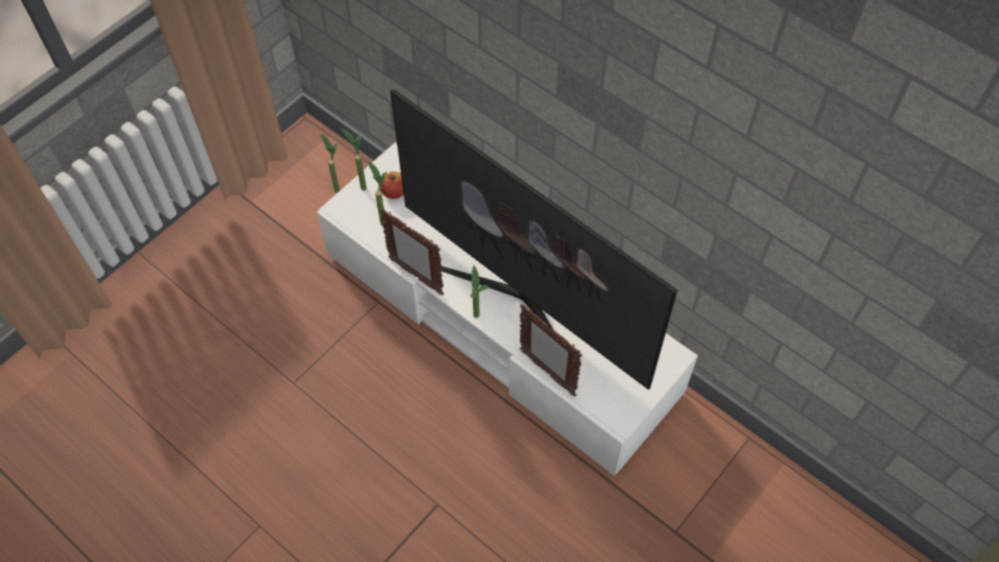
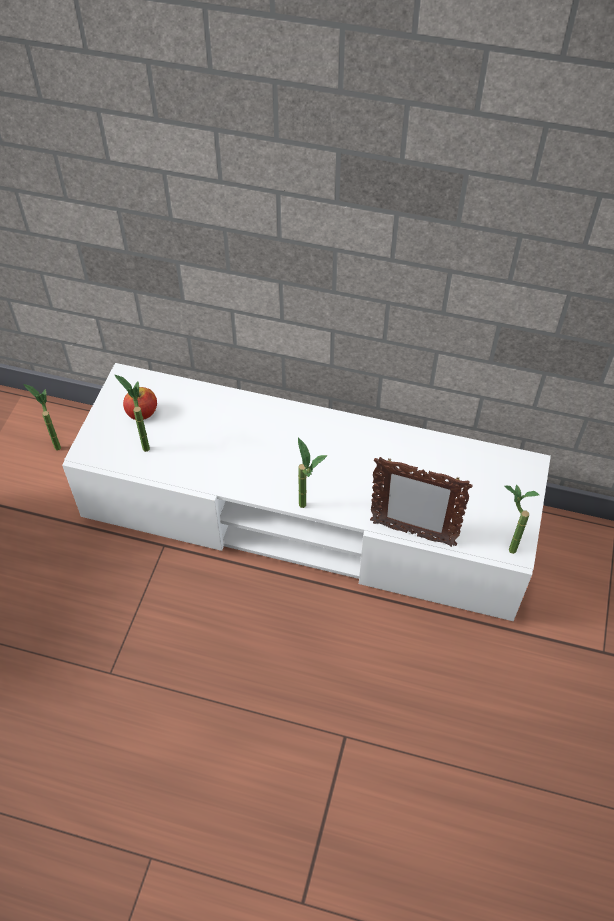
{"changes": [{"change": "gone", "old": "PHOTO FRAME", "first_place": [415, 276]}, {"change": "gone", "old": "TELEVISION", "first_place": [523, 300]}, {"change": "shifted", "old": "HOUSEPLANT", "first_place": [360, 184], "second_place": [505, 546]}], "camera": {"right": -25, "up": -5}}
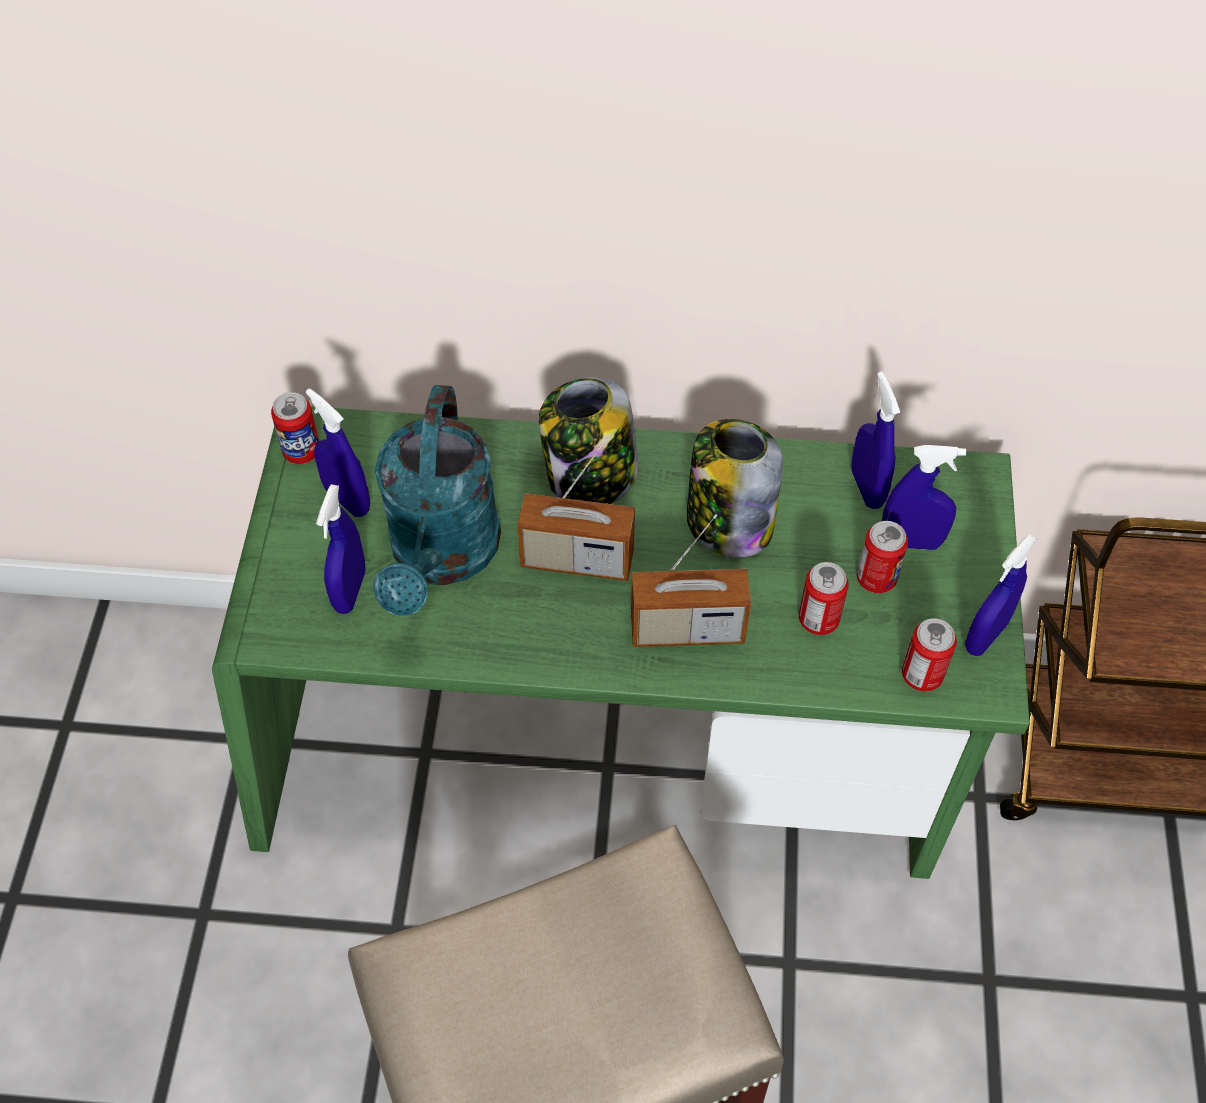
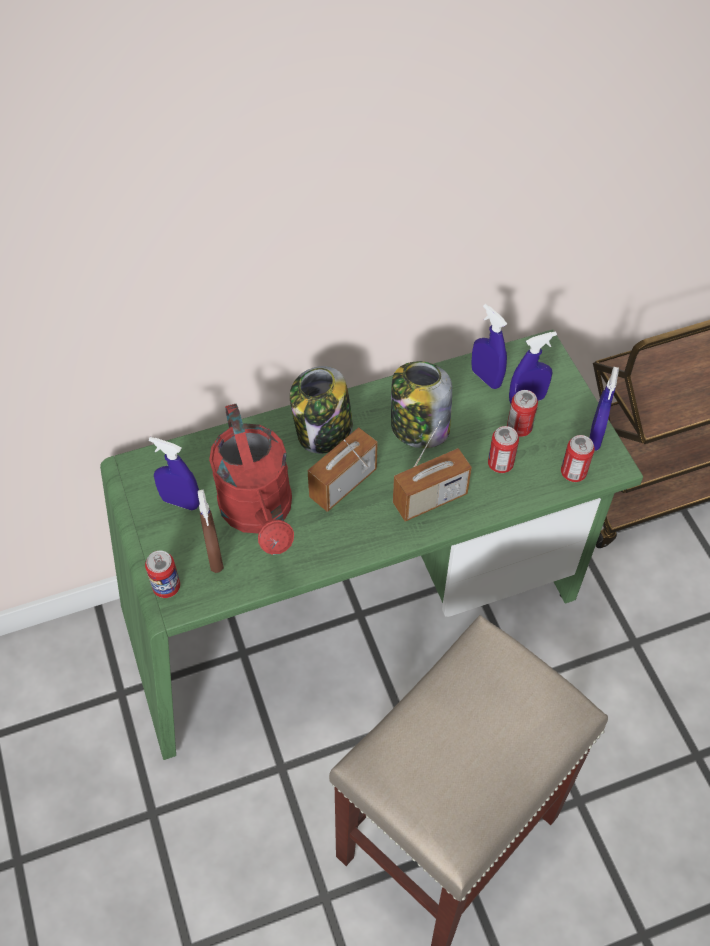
{"changes": [{"change": "shifted", "old": "CAN", "first_place": [301, 451], "second_place": [166, 587]}, {"change": "repainted", "old": "BLUE-COLOURED SPRAYER", "new": "BROWNISH SPRAYER", "first_place": [350, 591], "second_place": [214, 556]}, {"change": "repainted", "old": "BLUE-GREEN WATERING POT", "new": "REDDISH WATERING POT", "first_place": [441, 557], "second_place": [260, 514]}, {"change": "rotated", "old": "RADIO", "first_place": [577, 560], "second_place": [343, 484], "degrees": 150}], "camera": {"right": -25, "up": 0}}
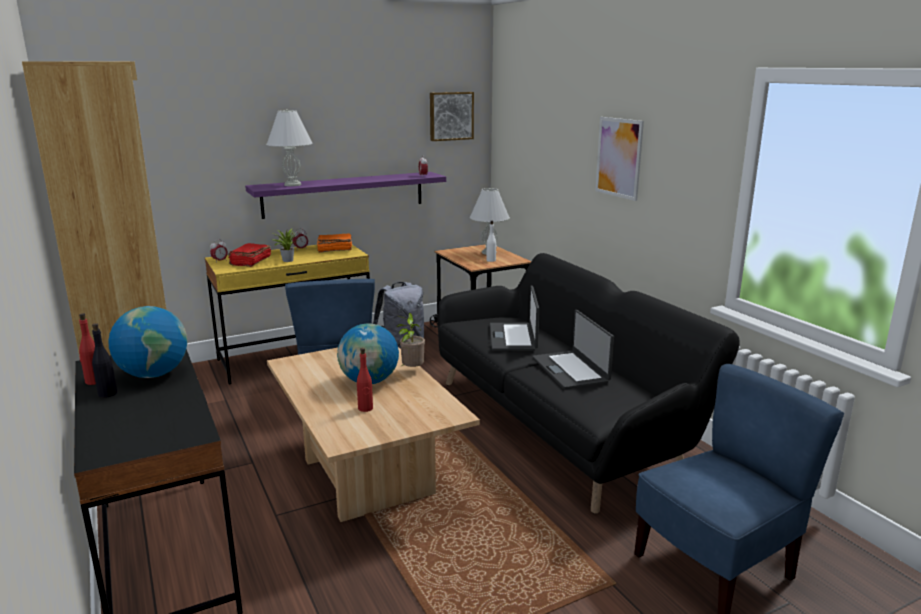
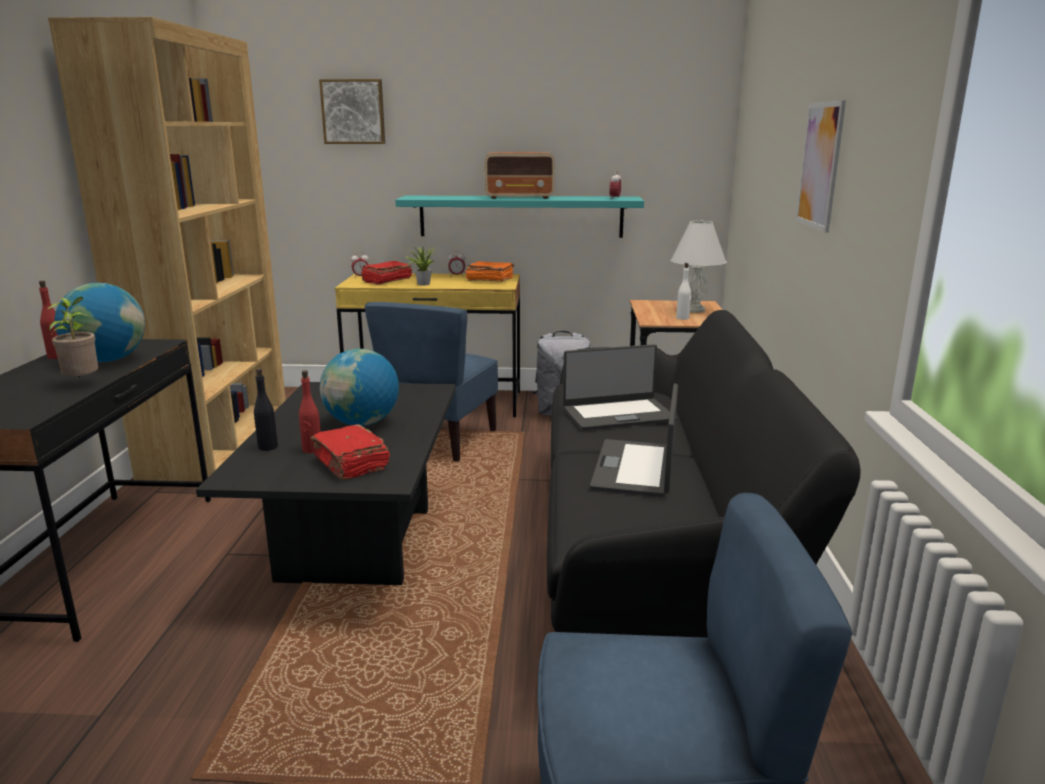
{"changes": [{"change": "gone", "old": "WHITE-COLOURED LAMP FOR A TABLE", "first_place": [293, 185]}, {"change": "new", "new": "REDDISH BOUND BOOK", "second_place": [351, 464]}, {"change": "new", "new": "RADIO", "second_place": [520, 197]}, {"change": "shifted", "old": "BLACK-COLOURED BOTTLE", "first_place": [107, 394], "second_place": [268, 447]}, {"change": "shifted", "old": "HOUSEPLANT", "first_place": [411, 370], "second_place": [83, 383]}, {"change": "shifted", "old": "PICTURE", "first_place": [450, 116], "second_place": [353, 112]}, {"change": "repainted", "old": "PURPLE-COLOURED SHELF", "new": "BLUE-GREEN SHELF", "first_place": [344, 194], "second_place": [521, 216]}, {"change": "repainted", "old": "BEIGE LOUNGE TABLE", "new": "BLACK-COLOURED LOUNGE TABLE", "first_place": [368, 476], "second_place": [357, 543]}, {"change": "rotated", "old": "PORTABLE COMPUTER", "first_place": [514, 337], "second_place": [618, 414], "degrees": -135}], "camera": {"right": 30, "up": 0}}
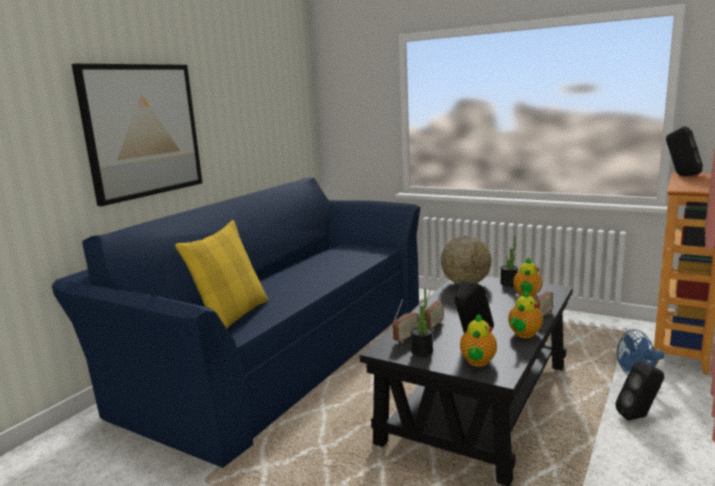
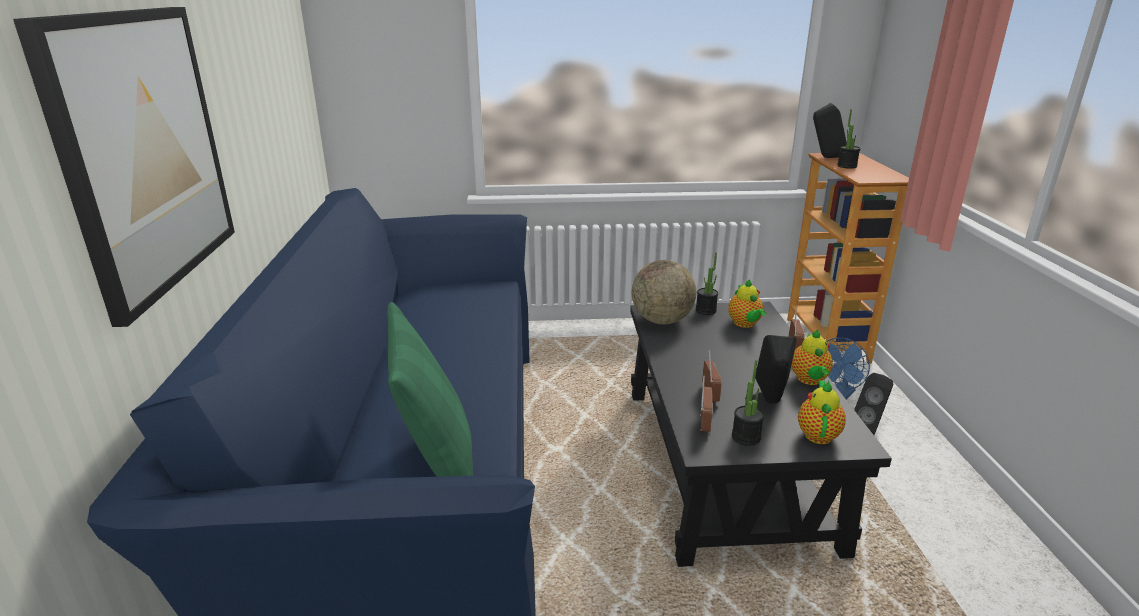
{"changes": [{"change": "new", "new": "HOUSEPLANT", "second_place": [847, 166]}, {"change": "repainted", "old": "YELLOW-COLOURED CUSHION", "new": "GREEN CUSHION", "first_place": [232, 317], "second_place": [437, 460]}, {"change": "rotated", "old": "POT FOR TEA", "first_place": [477, 362], "second_place": [818, 433], "degrees": -150}], "camera": {"right": -35, "up": 10}}
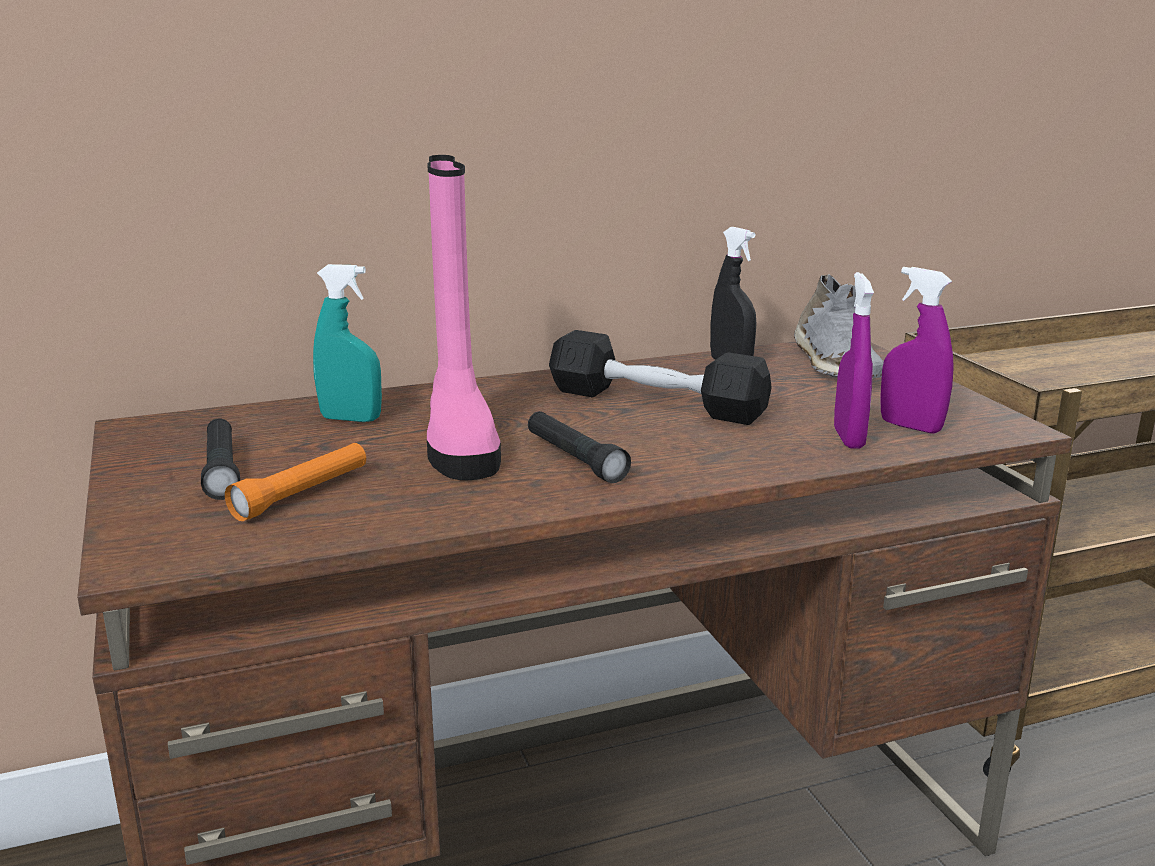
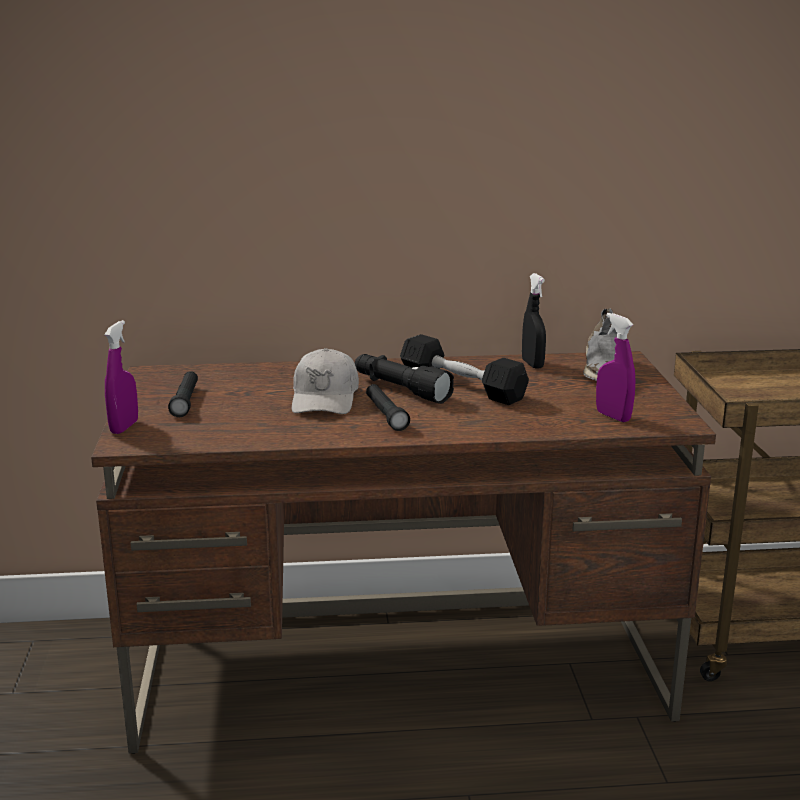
{"changes": [{"change": "gone", "old": "ORANGEY HAND TORCH", "first_place": [301, 494]}, {"change": "gone", "old": "BLUE-GREEN SPRAYER", "first_place": [351, 419]}, {"change": "new", "new": "BLACK-COLOURED HAND TORCH", "second_place": [400, 389]}, {"change": "shifted", "old": "PURPLE-COLOURED SPRAYER", "first_place": [848, 438], "second_place": [124, 427]}, {"change": "swapped", "old": "PINK-COLOURED BOOT", "new": "WHITE-COLOURED CAP", "first_place": [459, 442], "second_place": [325, 398]}], "camera": {"right": 15, "up": 0}}
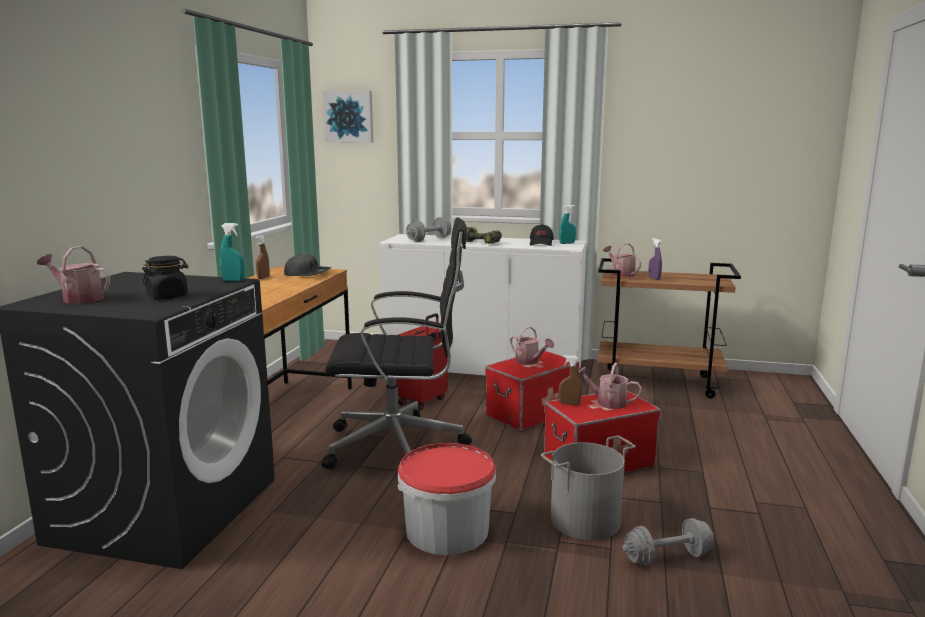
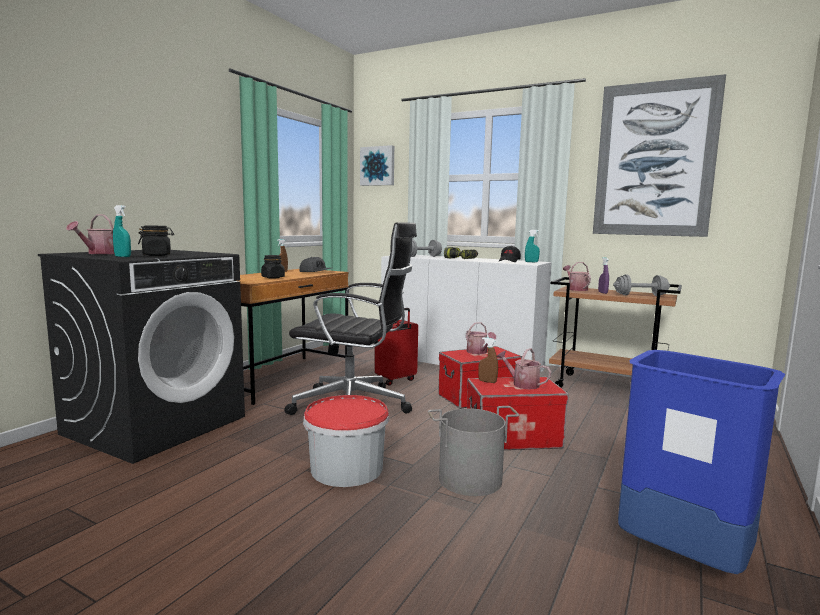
{"changes": [{"change": "new", "new": "BLACK-COLOURED STORAGE JAR", "second_place": [273, 277]}, {"change": "new", "new": "PICTURE", "second_place": [654, 160]}, {"change": "new", "new": "BLUE-COLOURED WASTE BIN", "second_place": [681, 557]}, {"change": "shifted", "old": "BLUE-GREEN SPRAYER", "first_place": [233, 281], "second_place": [123, 257]}, {"change": "shifted", "old": "GRAY HAND WEIGHT", "first_place": [667, 557], "second_place": [640, 295]}, {"change": "rotated", "old": "WATERING POT", "first_place": [78, 298], "second_place": [99, 253], "degrees": -105}], "camera": {"right": 15, "up": -5}}
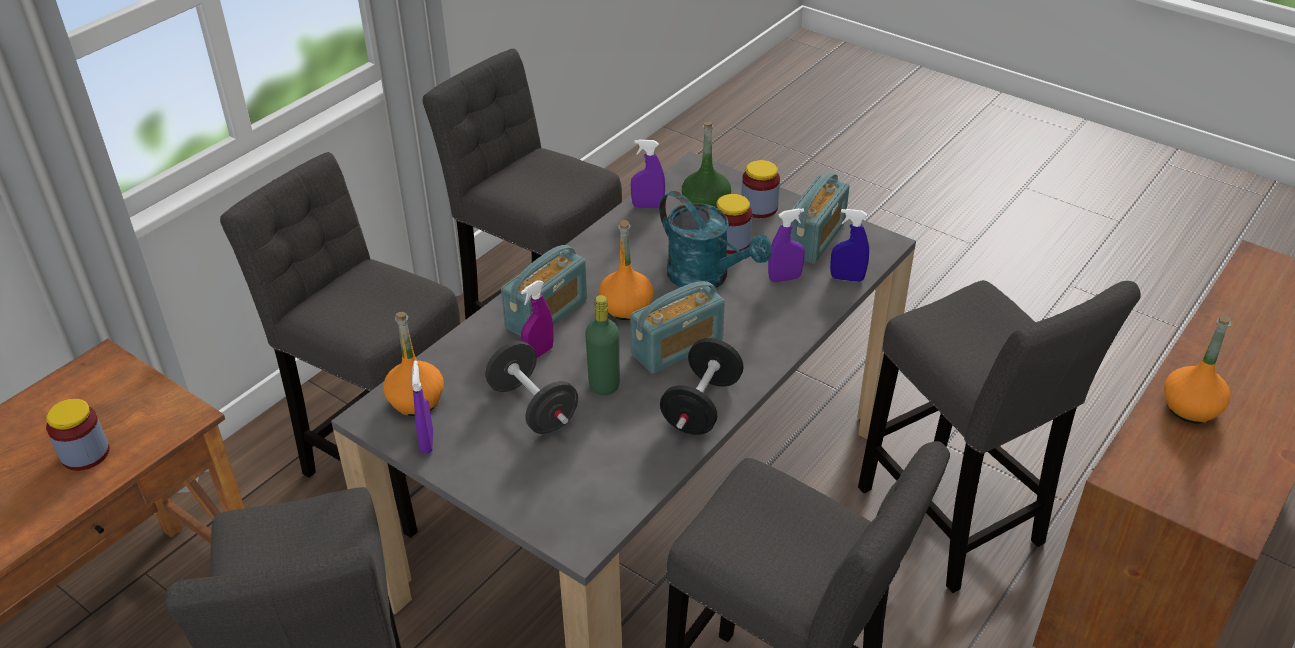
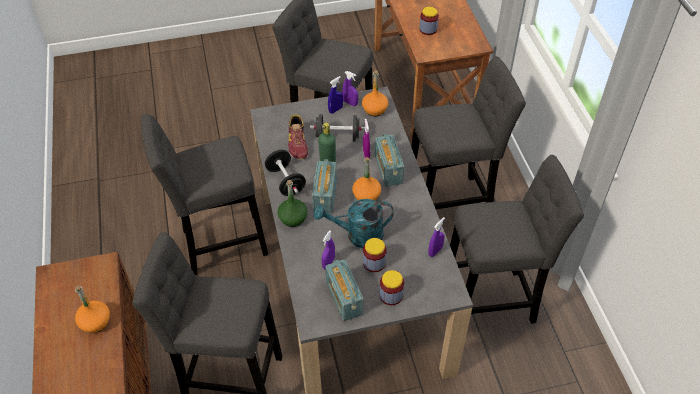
{"changes": [{"change": "new", "new": "ITEM OF FOOTWEAR", "second_place": [298, 143]}, {"change": "shifted", "old": "GREEN BOTTLE", "first_place": [705, 204], "second_place": [293, 218]}, {"change": "shifted", "old": "BLUE-COLOURED SPRAYER", "first_place": [847, 278], "second_place": [335, 110]}], "camera": {"right": 130, "up": 10}}
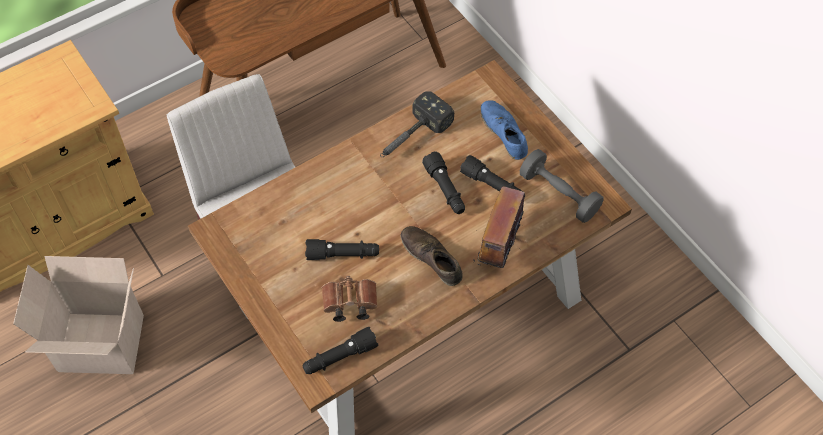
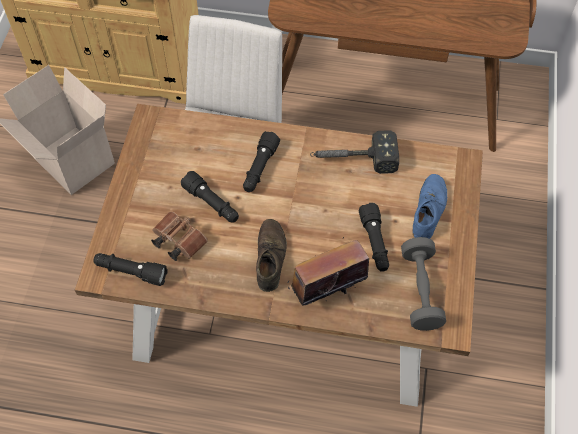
{"changes": [{"change": "shifted", "old": "BLACK-COLOURED HAND TORCH", "first_place": [445, 189], "second_place": [260, 168]}], "camera": {"right": 45, "up": 0}}
